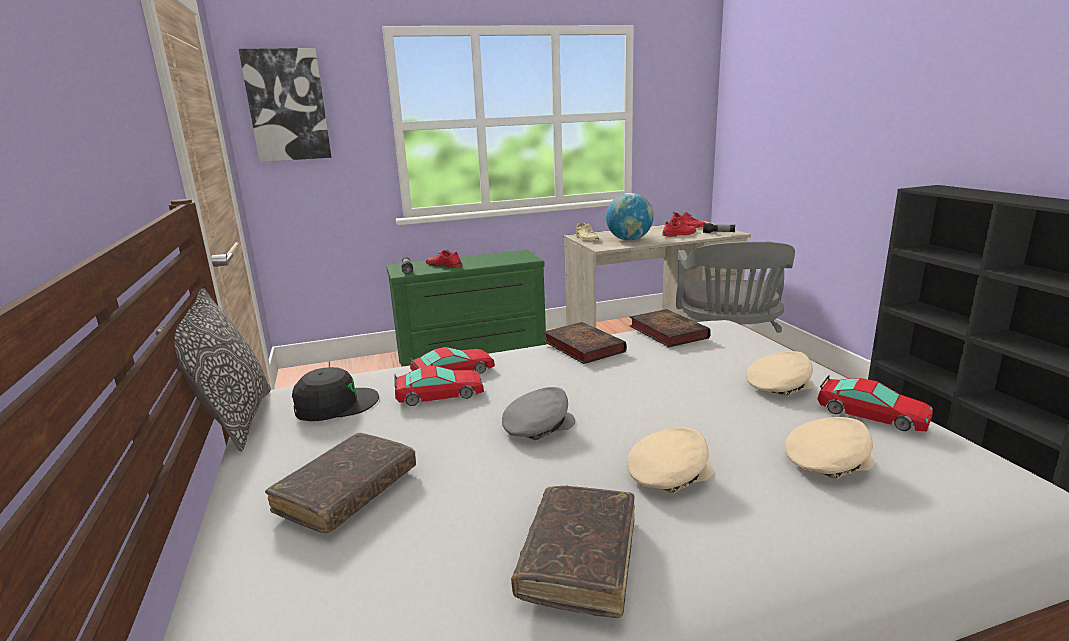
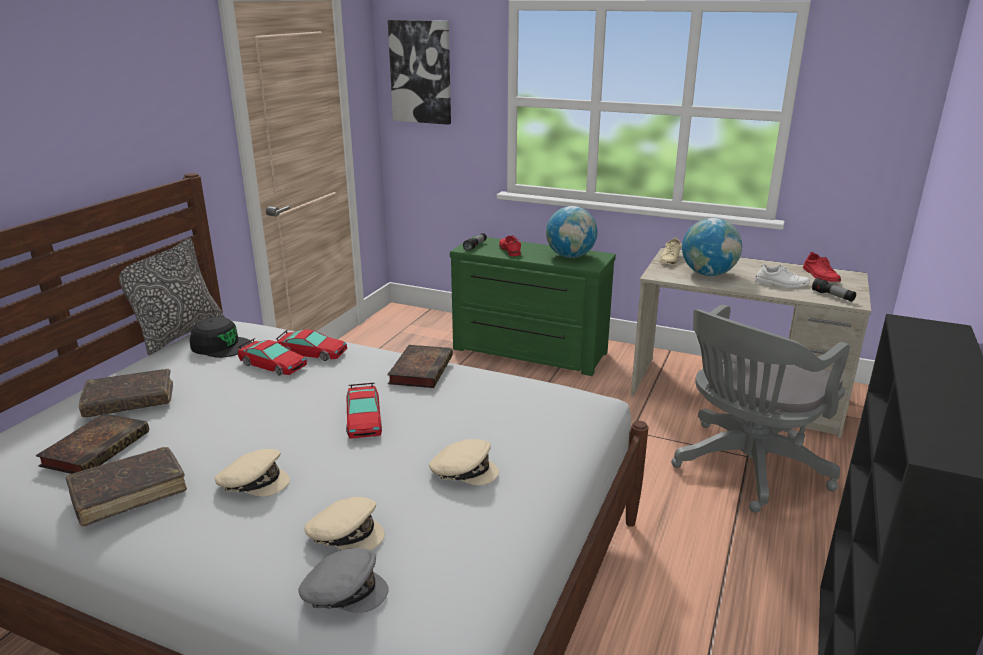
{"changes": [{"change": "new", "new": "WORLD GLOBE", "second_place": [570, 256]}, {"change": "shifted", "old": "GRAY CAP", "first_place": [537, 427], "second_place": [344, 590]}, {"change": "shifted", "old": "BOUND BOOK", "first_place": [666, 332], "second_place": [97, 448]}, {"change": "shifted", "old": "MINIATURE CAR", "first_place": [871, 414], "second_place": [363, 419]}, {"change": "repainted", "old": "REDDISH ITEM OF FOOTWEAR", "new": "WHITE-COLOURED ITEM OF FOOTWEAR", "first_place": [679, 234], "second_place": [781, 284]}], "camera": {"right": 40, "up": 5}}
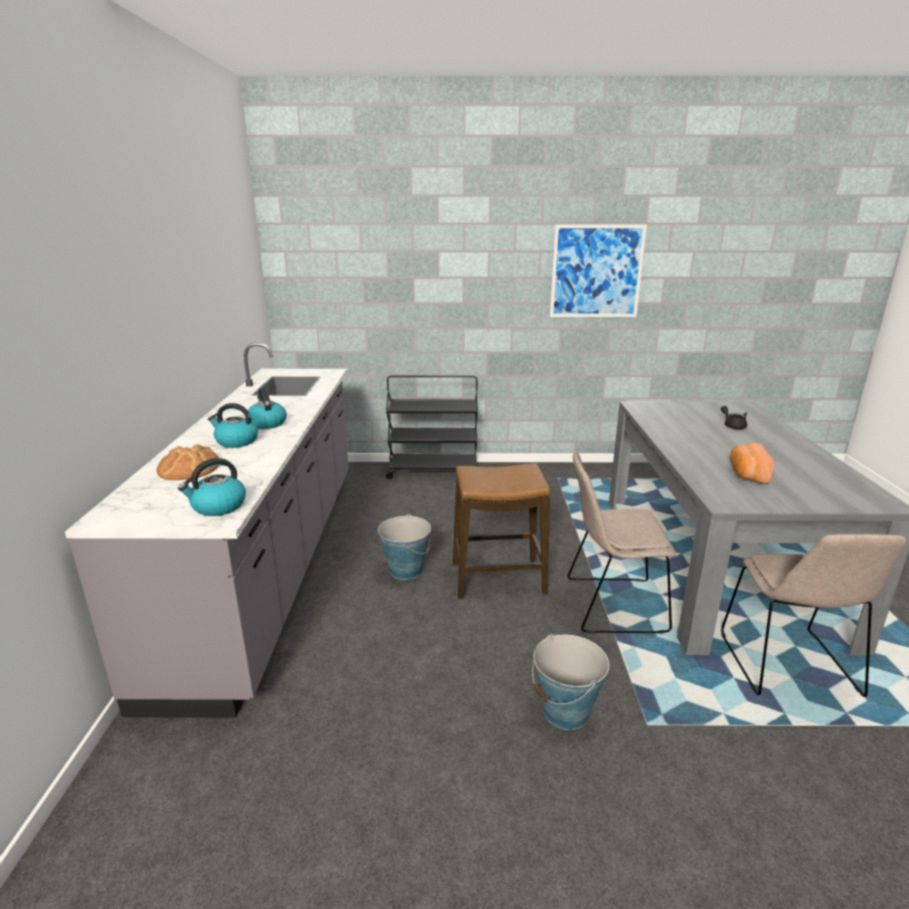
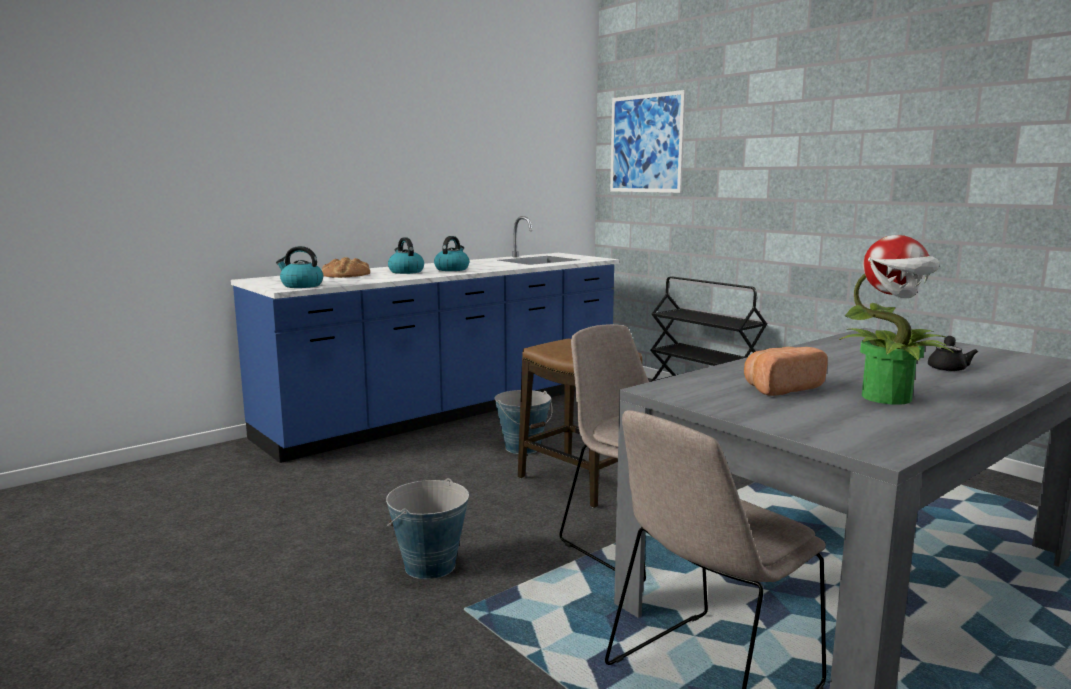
{"changes": [{"change": "new", "new": "HOUSEPLANT", "second_place": [888, 398]}, {"change": "shifted", "old": "PICTURE", "first_place": [596, 271], "second_place": [646, 143]}, {"change": "repainted", "old": "GRAY COUNTER", "new": "BLUE-COLOURED COUNTER", "first_place": [272, 564], "second_place": [450, 410]}], "camera": {"right": 50, "up": -10}}
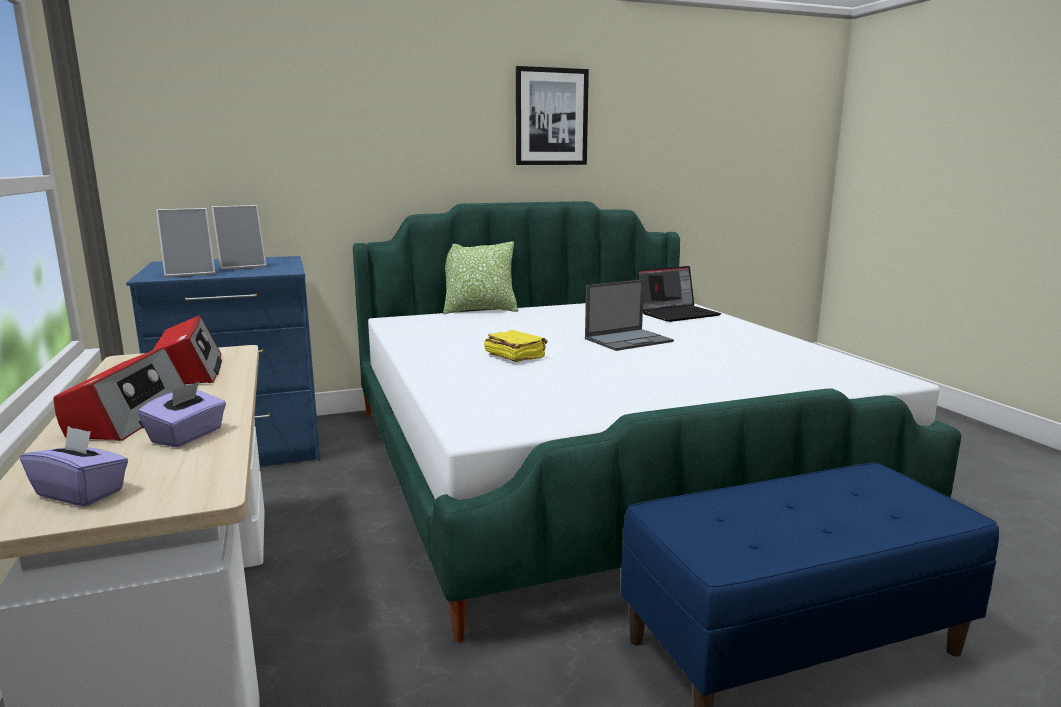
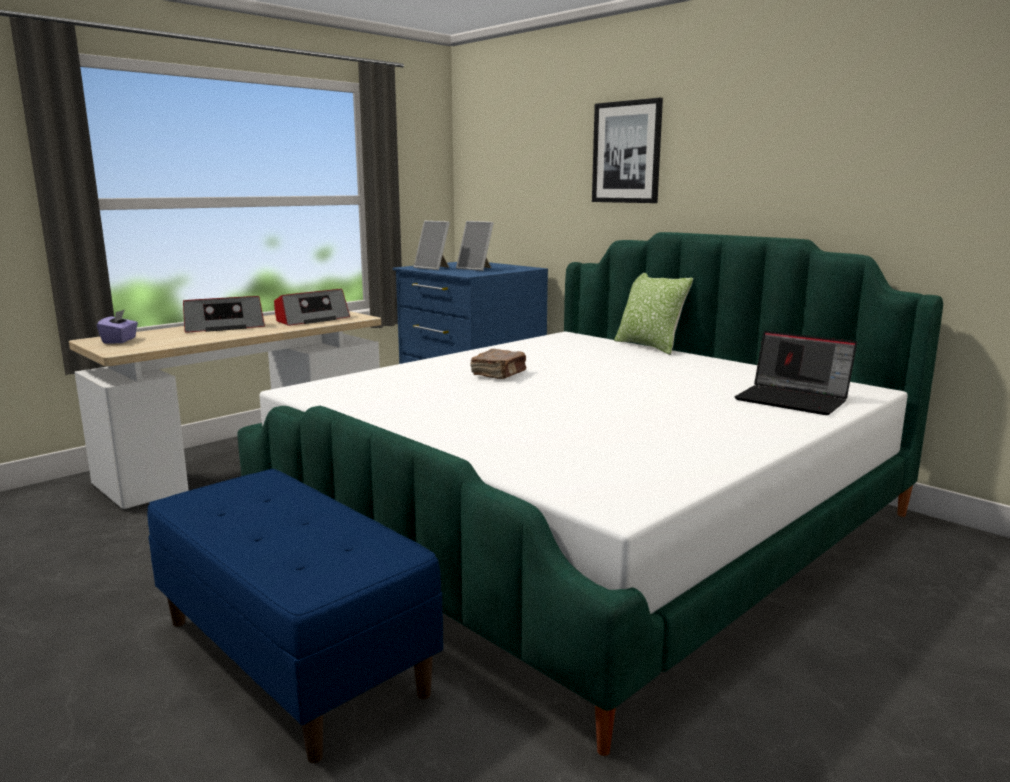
{"changes": [{"change": "gone", "old": "PURPLE-COLOURED BOX OF TISSUES", "first_place": [188, 436]}, {"change": "gone", "old": "PORTABLE COMPUTER", "first_place": [629, 340]}, {"change": "shifted", "old": "PICTURE", "first_place": [551, 117], "second_place": [627, 152]}, {"change": "repainted", "old": "YELLOW-COLOURED BOUND BOOK", "new": "BROWNISH BOUND BOOK", "first_place": [515, 356], "second_place": [499, 374]}], "camera": {"right": 65, "up": 0}}
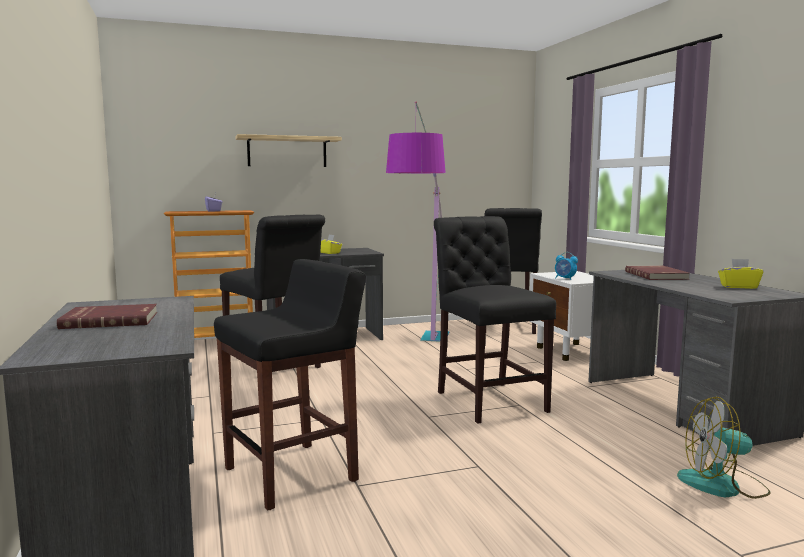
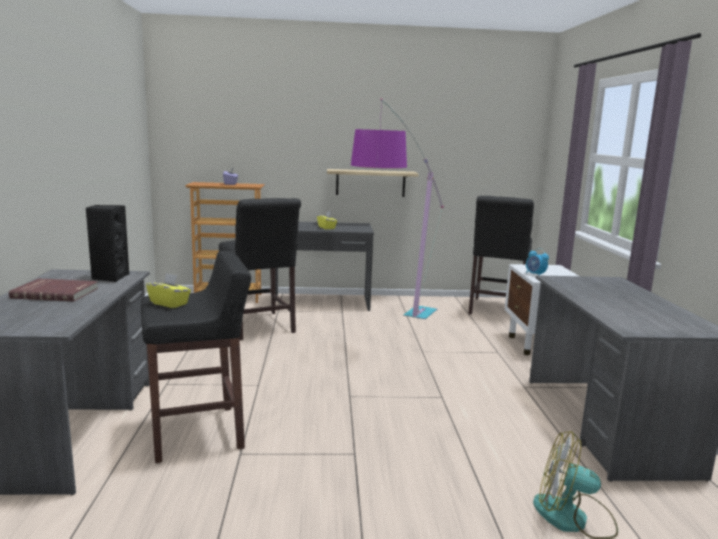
{"changes": [{"change": "gone", "old": "BLACK-COLOURED CHAIR", "first_place": [488, 399]}, {"change": "gone", "old": "REDDISH BOUND BOOK", "first_place": [657, 275]}, {"change": "new", "new": "BLACK-COLOURED LOUDSPEAKER", "second_place": [110, 277]}, {"change": "shifted", "old": "SHELF", "first_place": [287, 152], "second_place": [370, 183]}, {"change": "shifted", "old": "YELLOW-COLOURED BOX OF TISSUES", "first_place": [738, 287], "second_place": [169, 303]}], "camera": {"right": 15, "up": 5}}
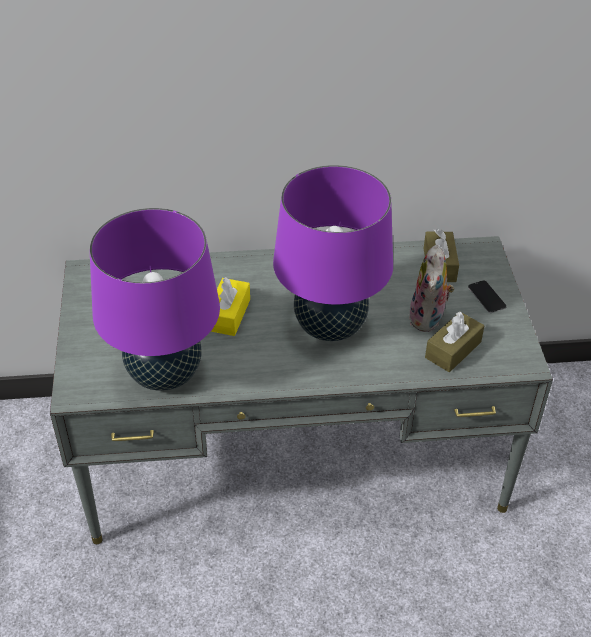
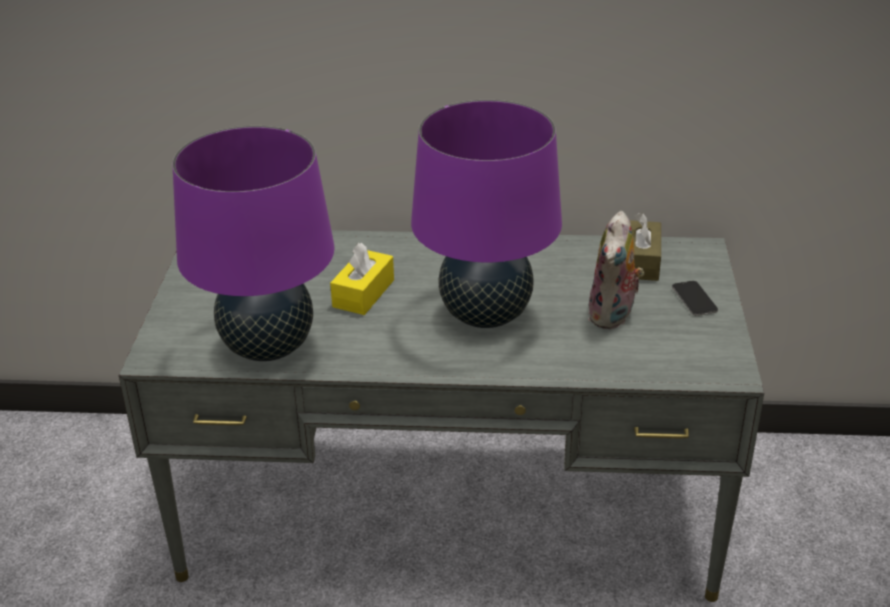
{"changes": [{"change": "gone", "old": "BROWNISH BOX OF TISSUES", "first_place": [453, 350]}], "camera": {"right": 10, "up": -10}}
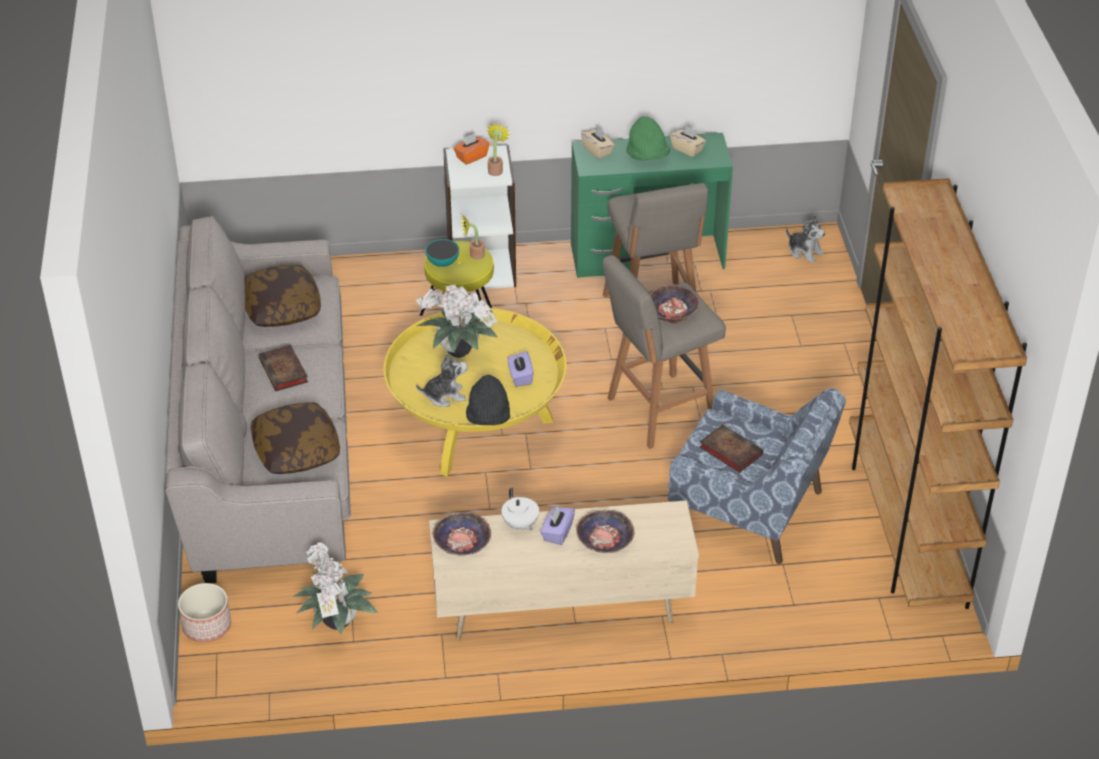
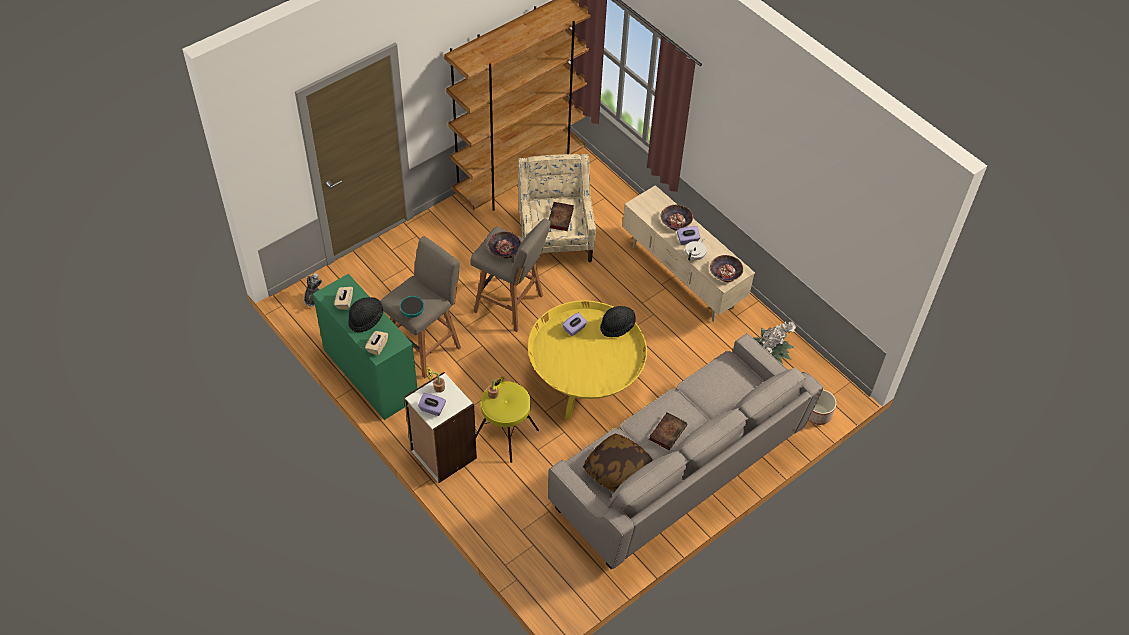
{"changes": [{"change": "gone", "old": "CUSHION", "first_place": [296, 450]}, {"change": "gone", "old": "HOUSEPLANT", "first_place": [460, 353]}, {"change": "gone", "old": "CUDDLY TOY", "first_place": [444, 395]}, {"change": "shifted", "old": "SERVING BOWL", "first_place": [442, 263], "second_place": [412, 313]}, {"change": "repainted", "old": "ORANGEY BOX OF TISSUES", "new": "PURPLE-COLOURED BOX OF TISSUES", "first_place": [471, 157], "second_place": [432, 409]}, {"change": "repainted", "old": "GREEN CLOTHING HAT", "new": "BLACK-COLOURED CLOTHING HAT", "first_place": [647, 156], "second_place": [366, 319]}, {"change": "repainted", "old": "BLUE-COLOURED LOUNGE CHAIR", "new": "BEIGE LOUNGE CHAIR", "first_place": [749, 510], "second_place": [555, 237]}], "camera": {"right": -125, "up": 10}}
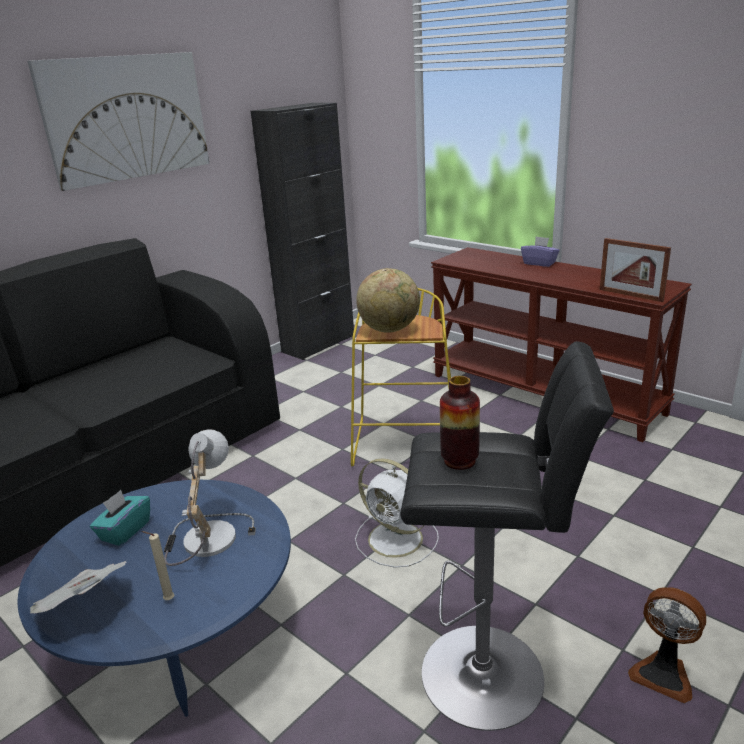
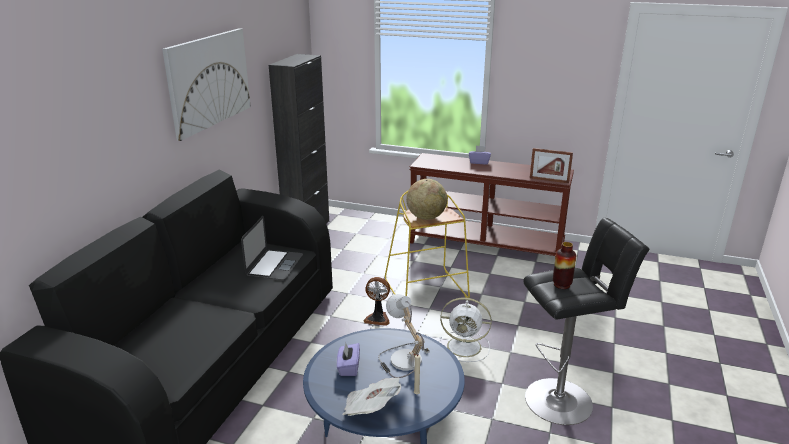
{"changes": [{"change": "new", "new": "PORTABLE COMPUTER", "second_place": [274, 265]}, {"change": "shifted", "old": "COOLING FAN", "first_place": [663, 674], "second_place": [377, 318]}, {"change": "repainted", "old": "BLUE-GREEN BOX OF TISSUES", "new": "PURPLE-COLOURED BOX OF TISSUES", "first_place": [125, 531], "second_place": [348, 367]}], "camera": {"right": -25, "up": 0}}
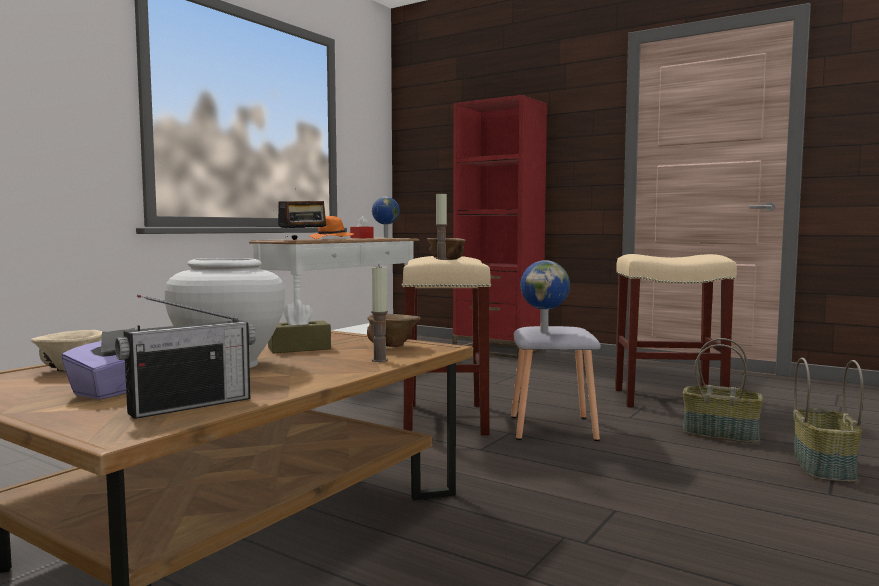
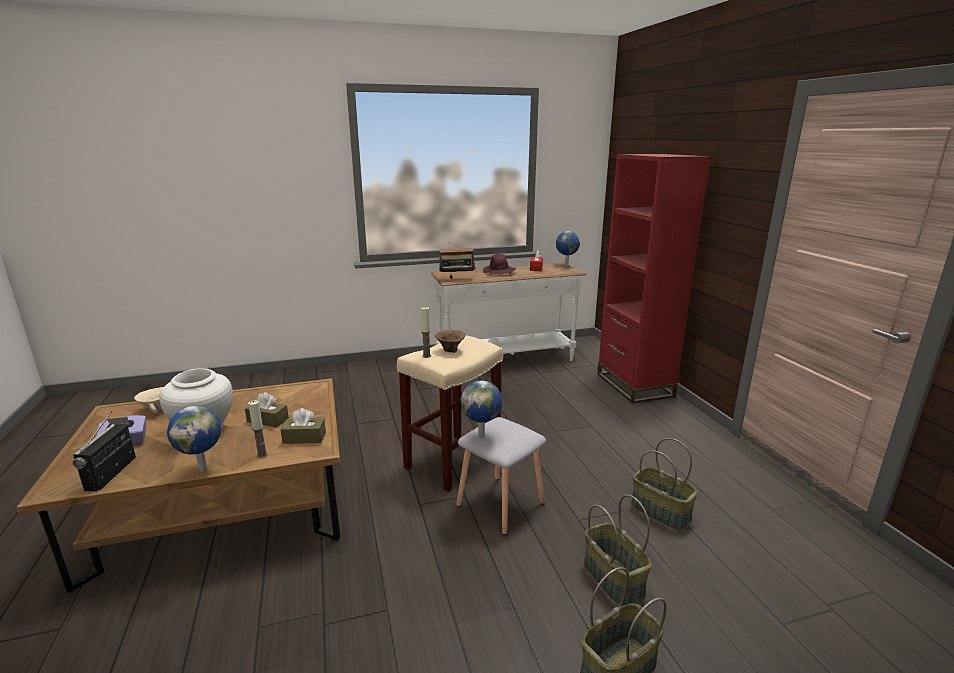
{"changes": [{"change": "new", "new": "WORLD GLOBE", "second_place": [204, 468]}, {"change": "swapped", "old": "BROWNISH SERVING BOWL", "new": "BROWNISH BOX OF TISSUES", "first_place": [393, 346], "second_place": [304, 438]}, {"change": "swapped", "old": "BEIGE SITTING STOOL", "new": "BASKET", "first_place": [669, 398], "second_place": [661, 511]}, {"change": "repainted", "old": "ORANGEY CLOTHING HAT", "new": "PURPLE-COLOURED CLOTHING HAT", "first_place": [332, 238], "second_place": [499, 272]}, {"change": "rotated", "old": "RADIO", "first_place": [190, 405], "second_place": [111, 473], "degrees": 90}], "camera": {"right": 40, "up": 15}}
